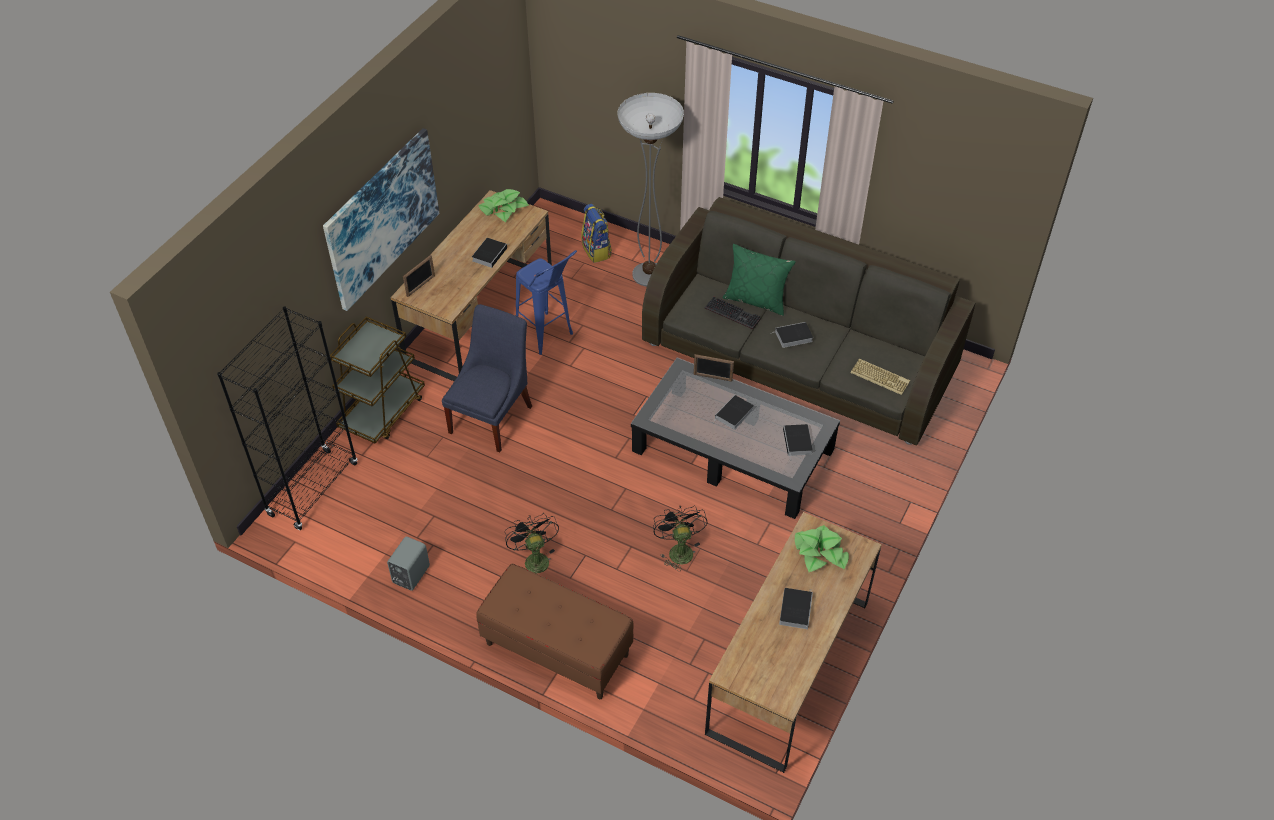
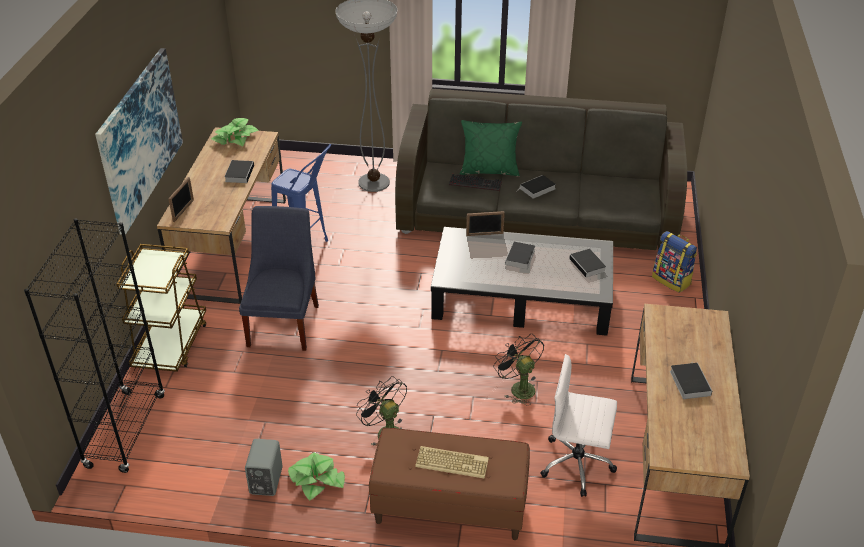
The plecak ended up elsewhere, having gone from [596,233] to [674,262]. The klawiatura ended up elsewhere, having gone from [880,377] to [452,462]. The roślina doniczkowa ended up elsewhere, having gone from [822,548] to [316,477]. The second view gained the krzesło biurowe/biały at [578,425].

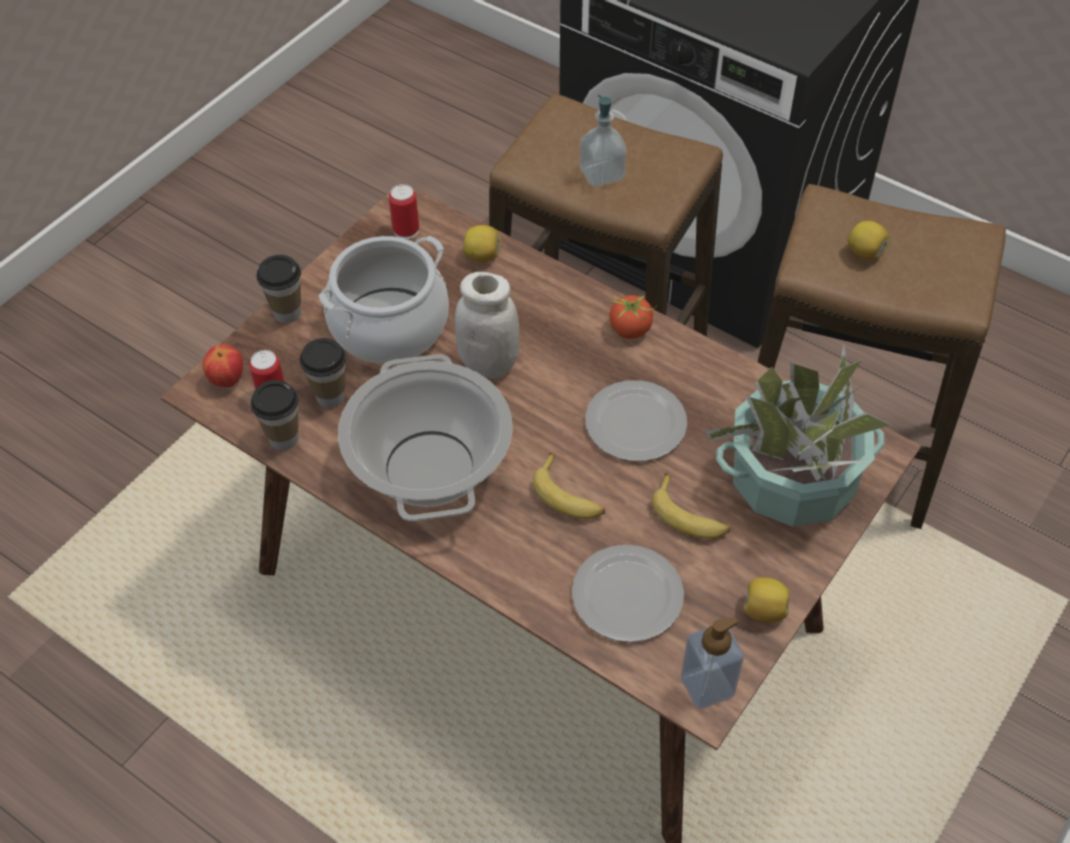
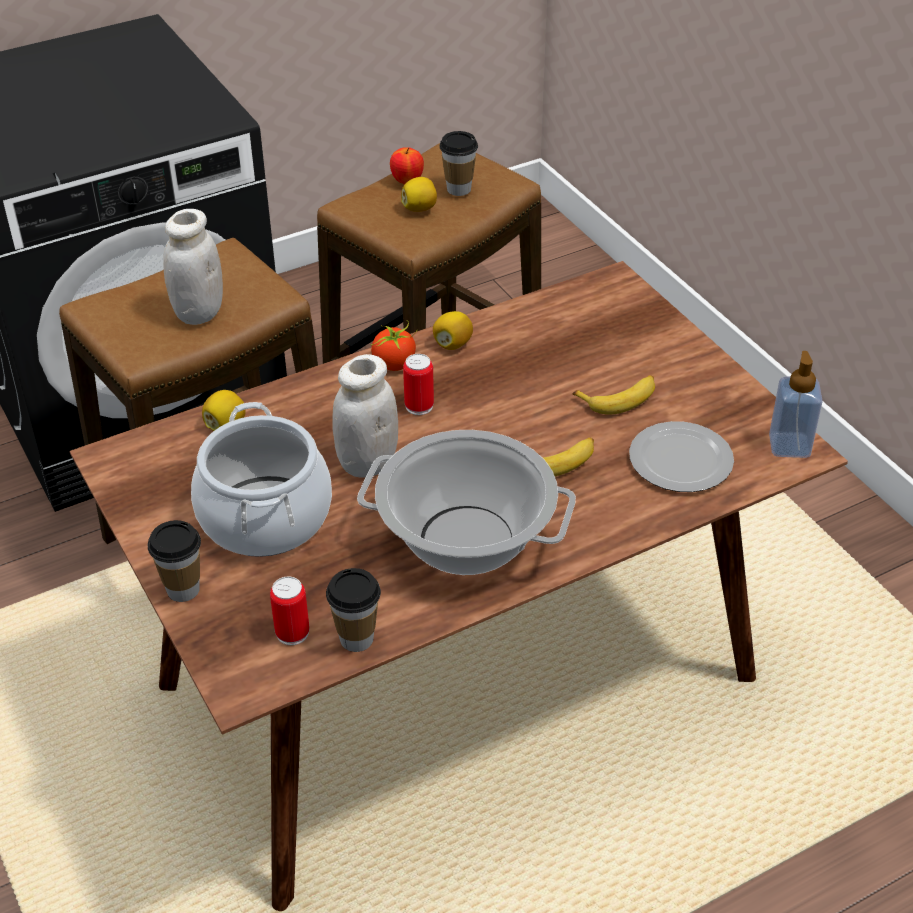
Where the dozownik mydła stood at [603,141], the słoik/biały came to stand at [193,267]. The puszka ended up elsewhere, having gone from [404,211] to [418,384]. The filiżanka ended up elsewhere, having gone from [323,373] to [458,163]. The jabłko ended up elsewhere, having gone from [223,365] to [407,166]. The second view lost the roślina doniczkowa at [798,435]. The second view lost the talerz at [636,420]. The cytryna ended up elsewhere, having gone from [766,599] to [453,330].

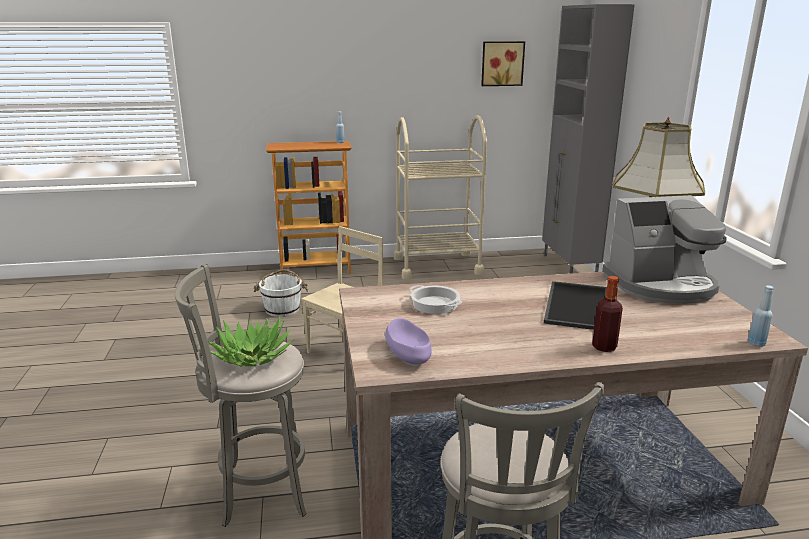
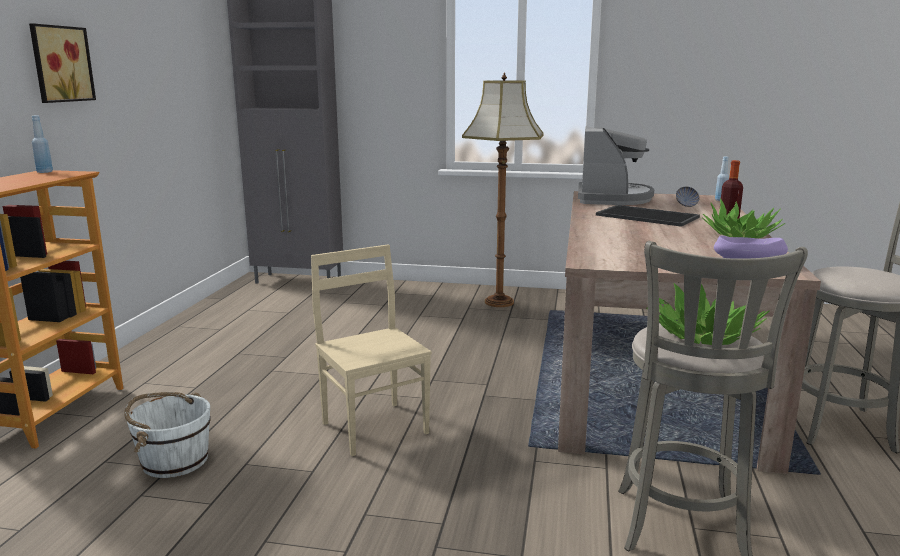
The obraz ended up elsewhere, having gone from [503,63] to [62,63]. The second view lost the wózek/beżowy at [440,198]. The second view lost the garnek at [436,299]. The second view gained the miska at [688,196]. The second view gained the roślina doniczkowa at [743,218].

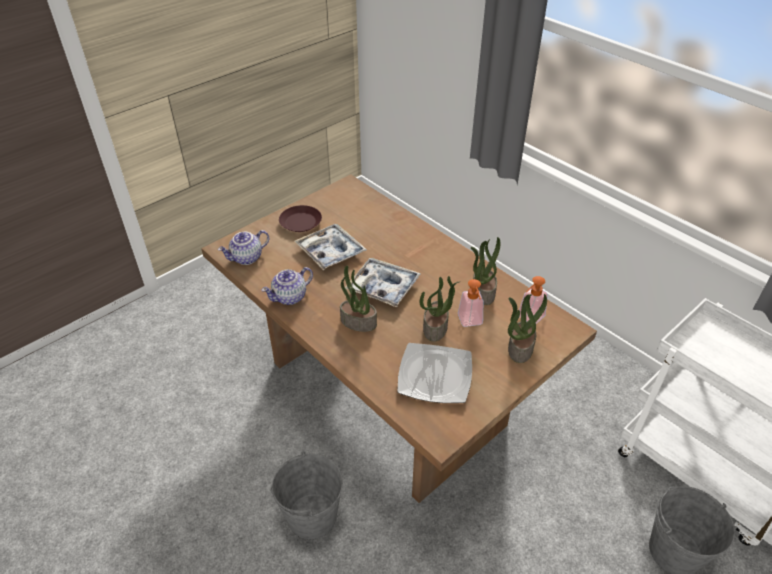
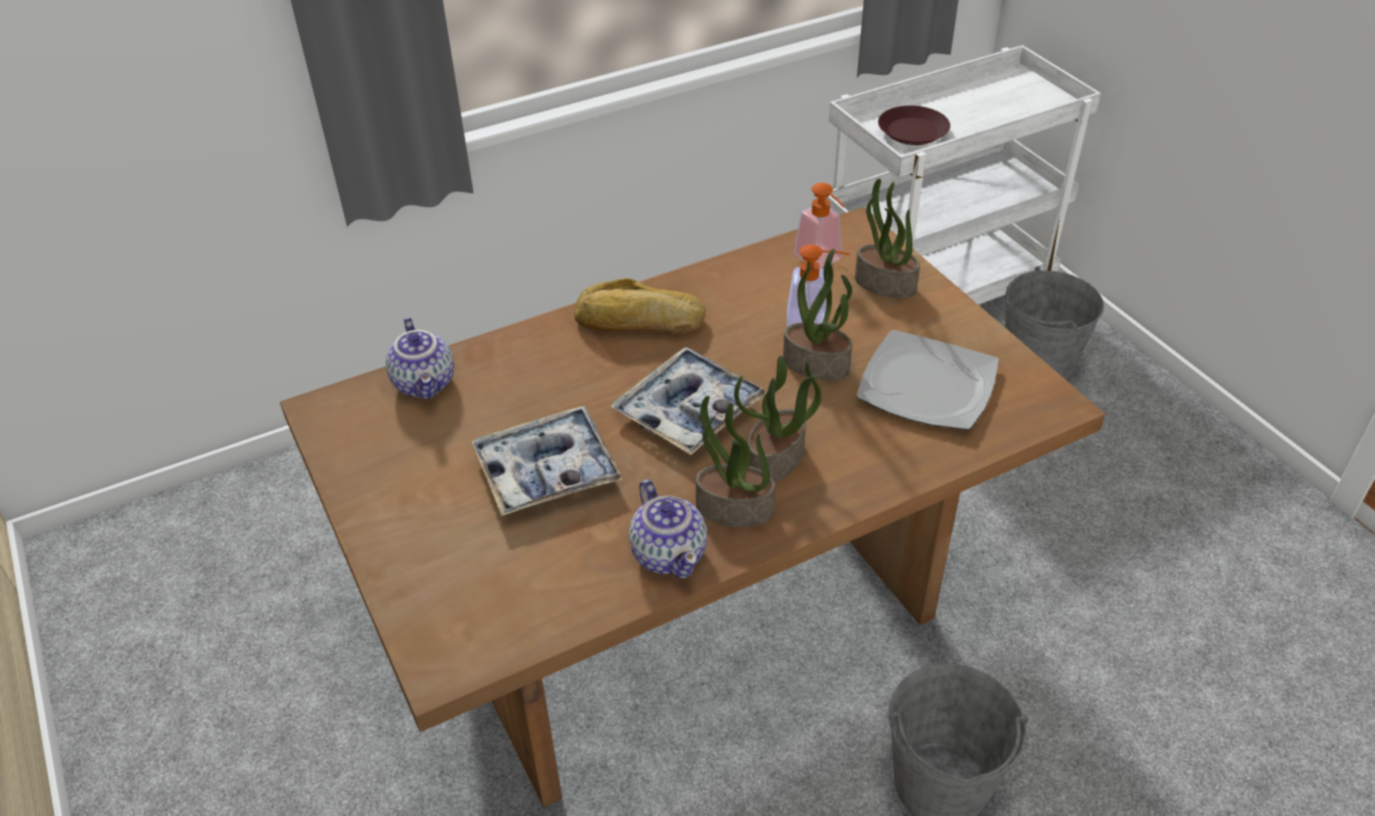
The talerz/brązowy ended up elsewhere, having gone from [300,218] to [914,125]. The imbryk ended up elsewhere, having gone from [243,247] to [420,358]. The roślina doniczkowa ended up elsewhere, having gone from [486,271] to [735,461]. The second view gained the chleb at [640,306].

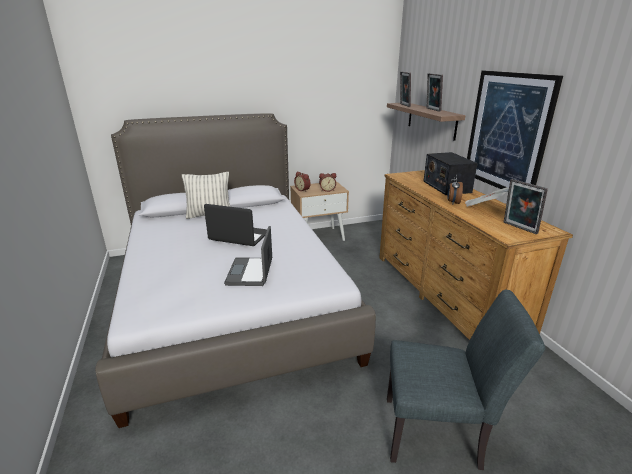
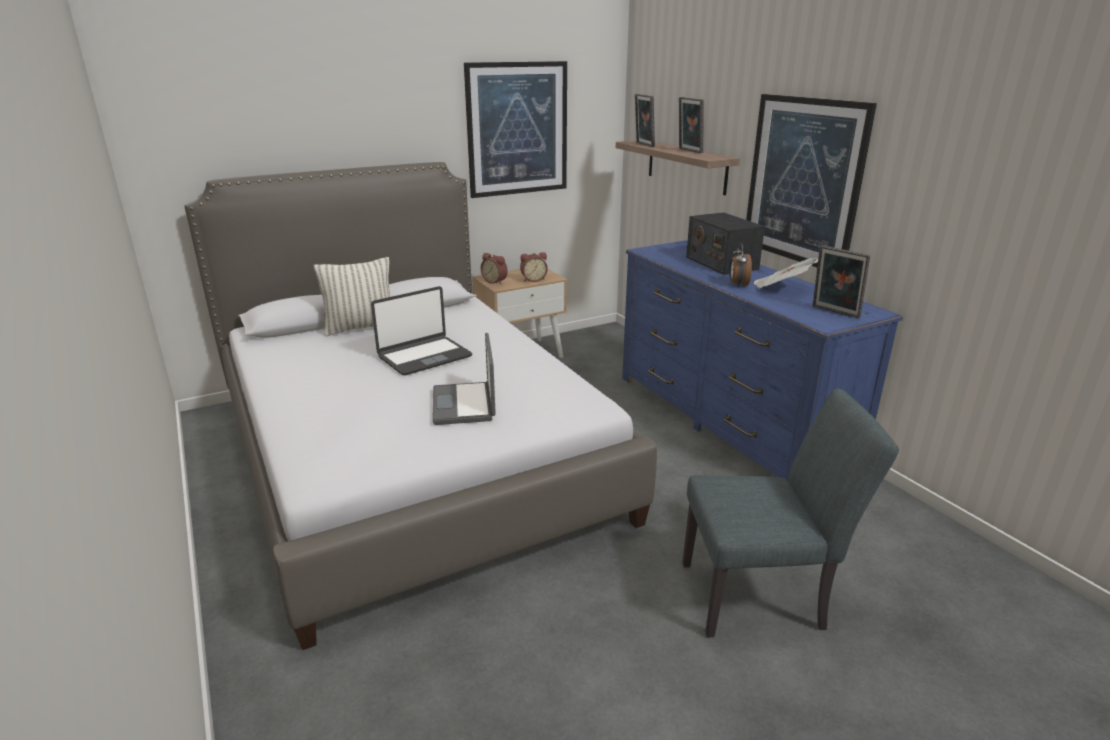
What was the komoda/brązowy at [476,255] turned into the komoda/niebieski at [762,360]. The laptop at [235,225] ended up facing another way, 135 degrees clockwise from before. The second view gained the obraz at [515,129].

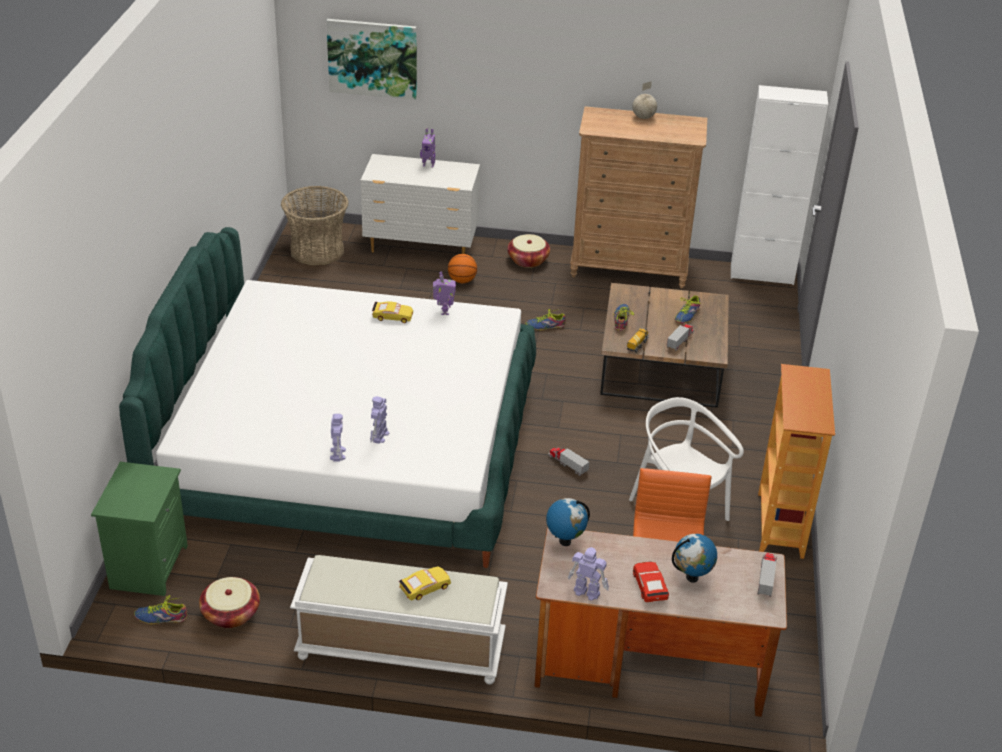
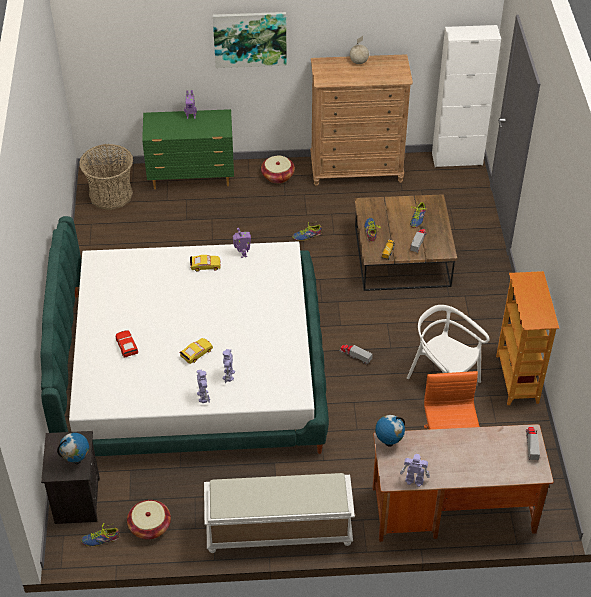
The obraz ended up elsewhere, having gone from [371,59] to [250,40]. What was the komoda/biały at [420,204] turned into the komoda/zielony at [188,149]. The second view lost the piłka do koszykówki at [462,268]. What was the szafka nocna/zielony at [139,529] turned into the szafka nocna/czarny at [70,477]. The globus ended up elsewhere, having gone from [694,558] to [73,448]. The samochodzik/czerwony ended up elsewhere, having gone from [651,582] to [127,344]. The samochodzik/żółty ended up elsewhere, having gone from [425,583] to [196,351].

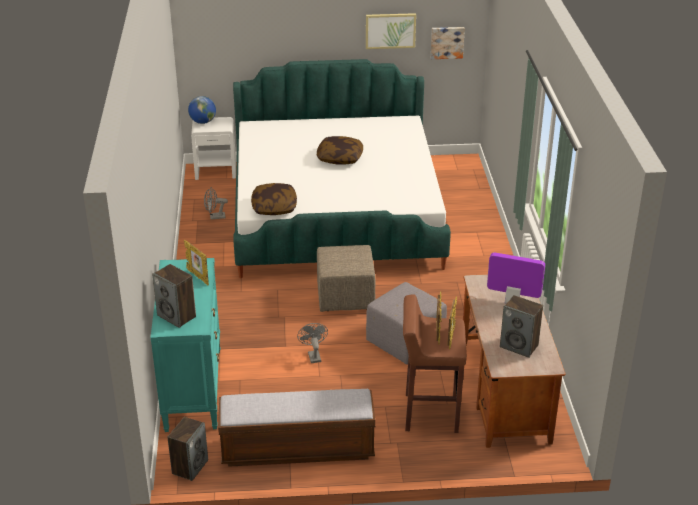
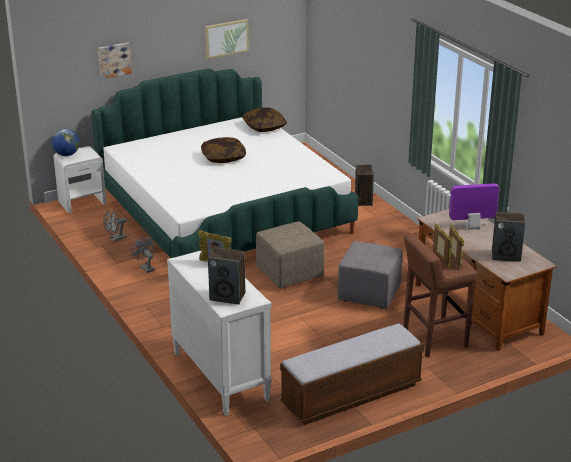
The obraz ended up elsewhere, having gone from [448,43] to [115,61]. The poduszka ended up elsewhere, having gone from [274,199] to [264,119]. What was the komoda/turkusowy at [185,345] turned into the komoda/biały at [219,333]. The wentylator/szary ended up elsewhere, having gone from [312,343] to [143,255]. The głośnik ended up elsewhere, having gone from [188,449] to [364,185].

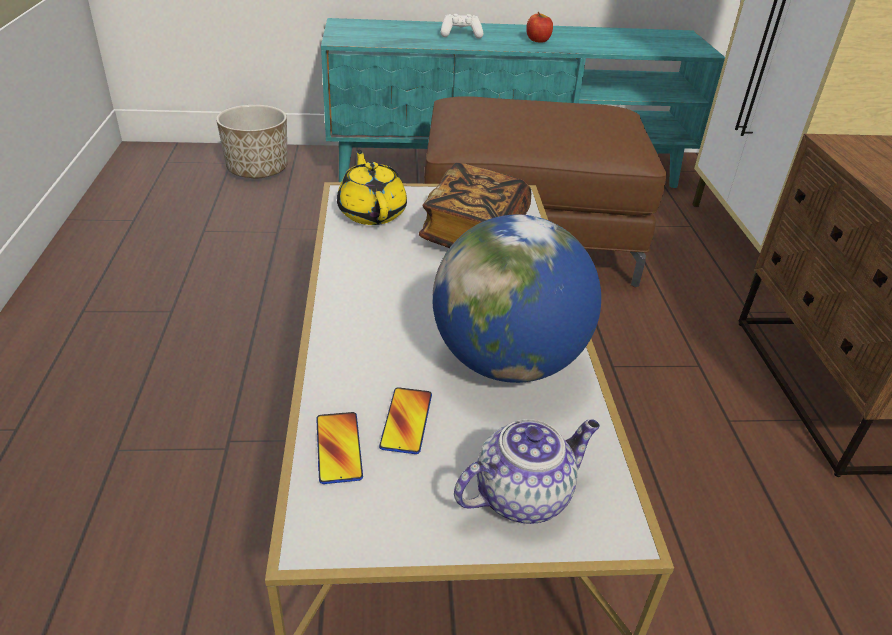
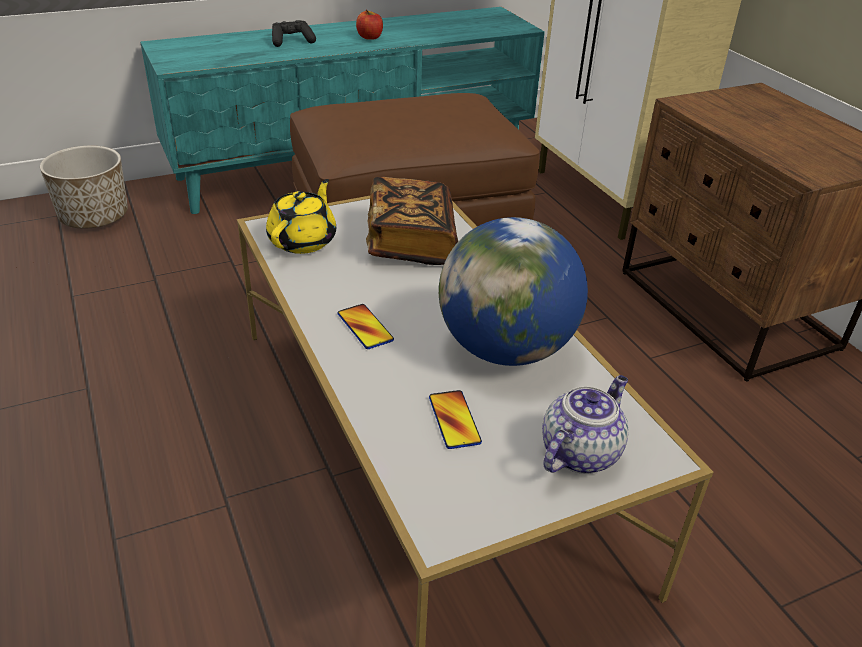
What was the pad do gier/biały at [461,26] turned into the pad do gier/czarny at [294,33]. The imbryk/żółty at [372,187] ended up facing another way, 60 degrees clockwise from before. The telefon ended up elsewhere, having gone from [339,448] to [366,326].

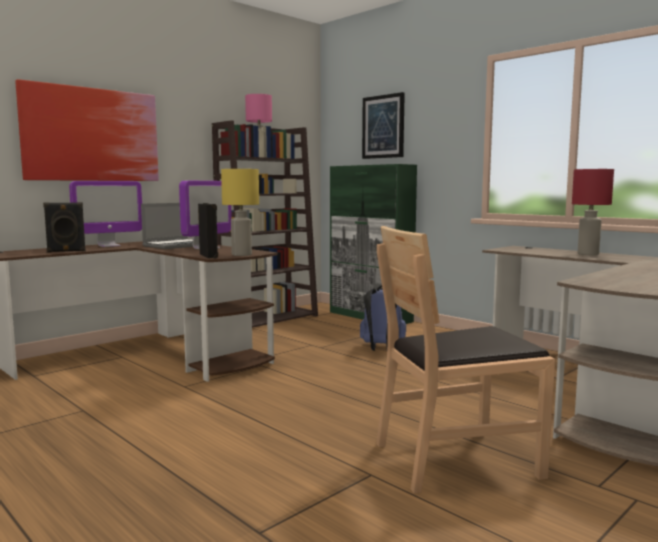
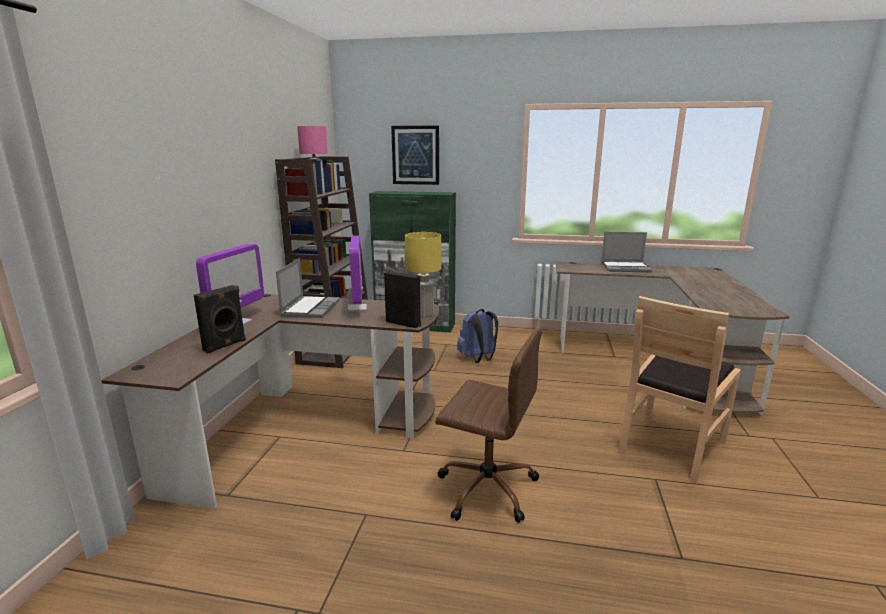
The second view lost the obraz at [87,130]. Where the lampa stołowa/czerwony stood at [593,212], the laptop came to stand at [626,252]. The second view gained the krzesło biurowe/brązowy at [488,426].

